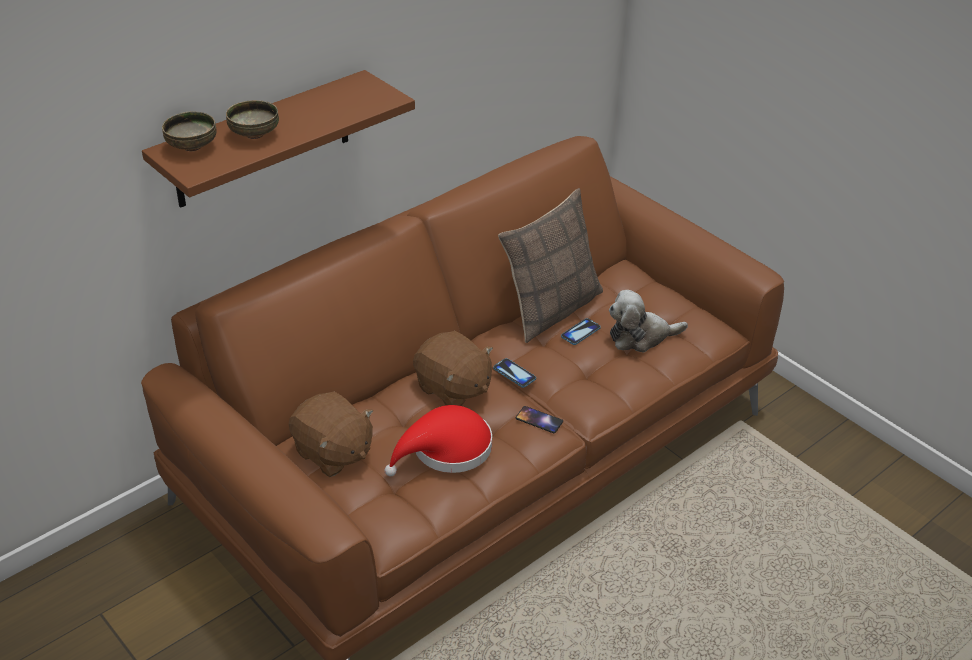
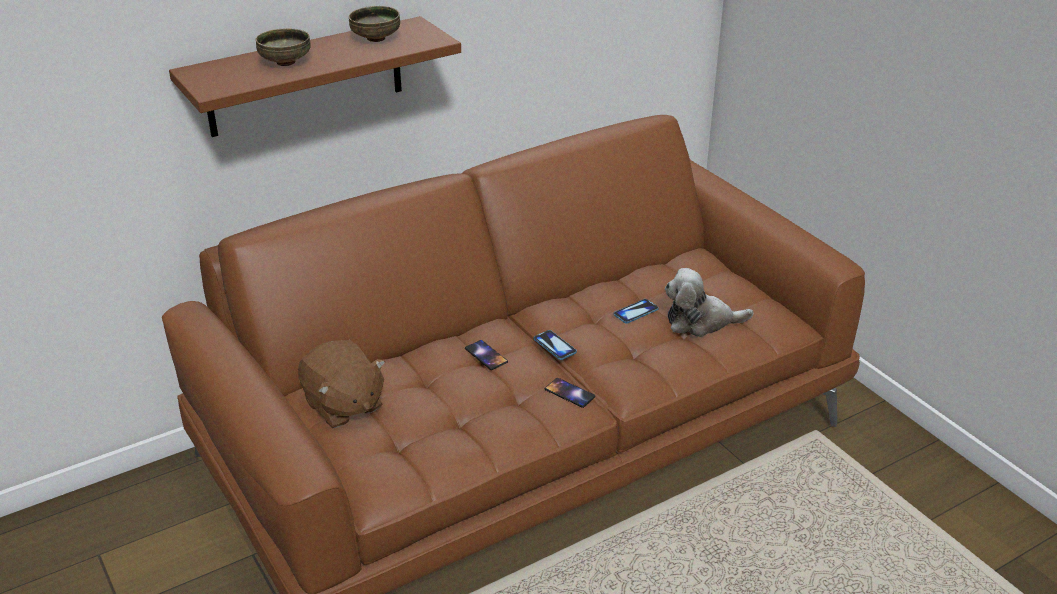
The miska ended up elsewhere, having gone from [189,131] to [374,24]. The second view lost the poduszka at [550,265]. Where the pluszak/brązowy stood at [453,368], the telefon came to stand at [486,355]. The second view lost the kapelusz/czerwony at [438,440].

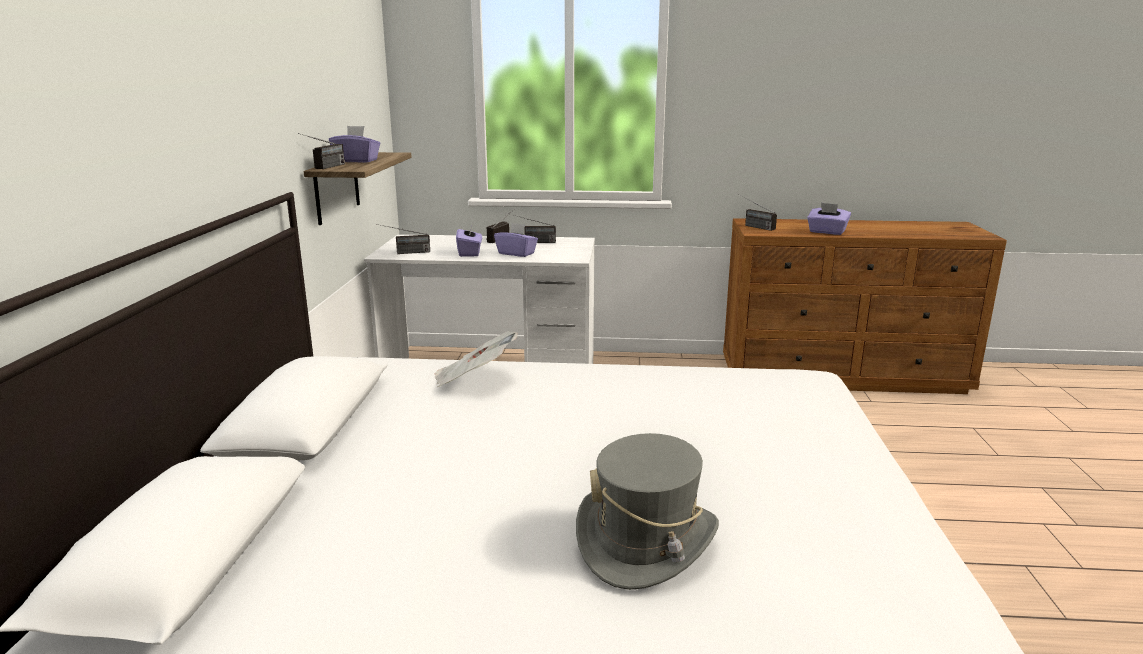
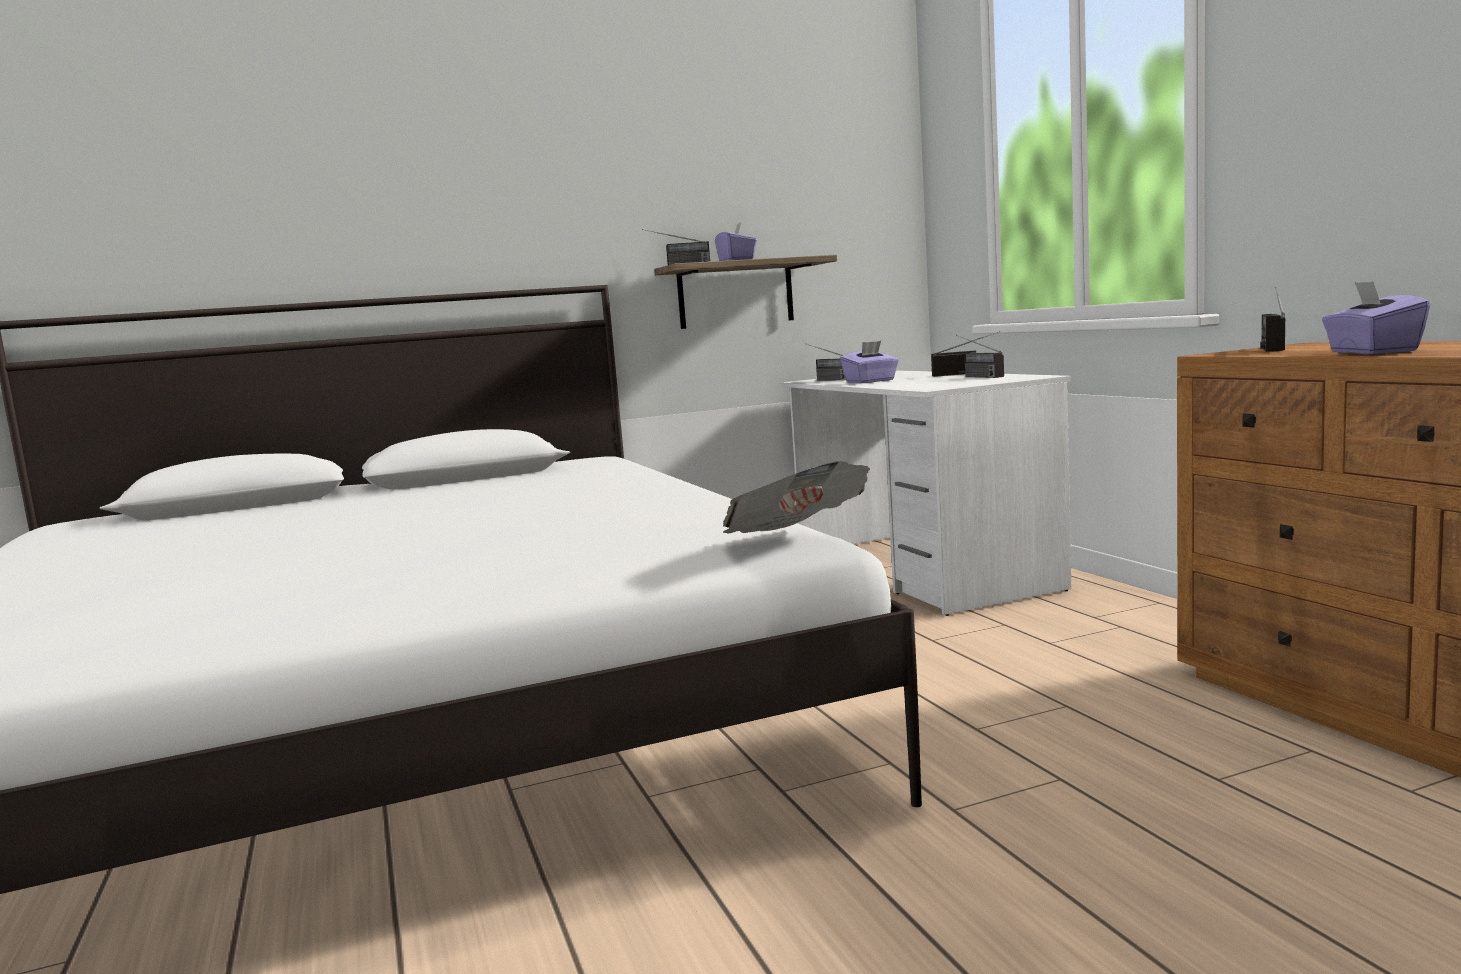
The second view lost the pudełko chusteczek/fioletowy at [516,240]. The gazeta ended up elsewhere, having gone from [476,359] to [796,497]. The second view lost the kapelusz/szary at [647,511].

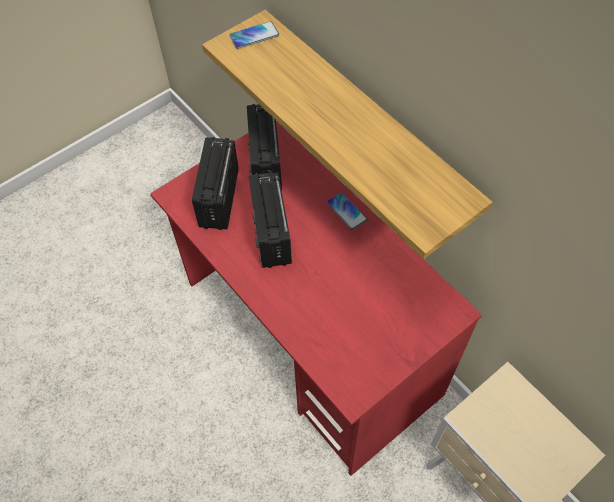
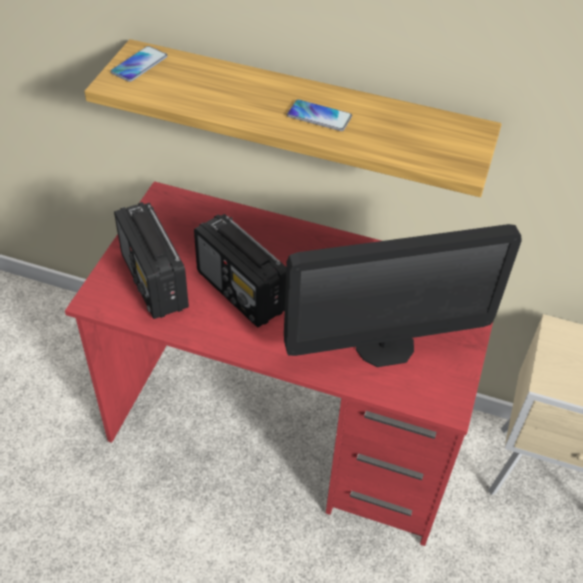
The second view lost the radio at [264,147]. The telefon ended up elsewhere, having gone from [346,211] to [319,115]. The second view gained the monitor at [403,295].

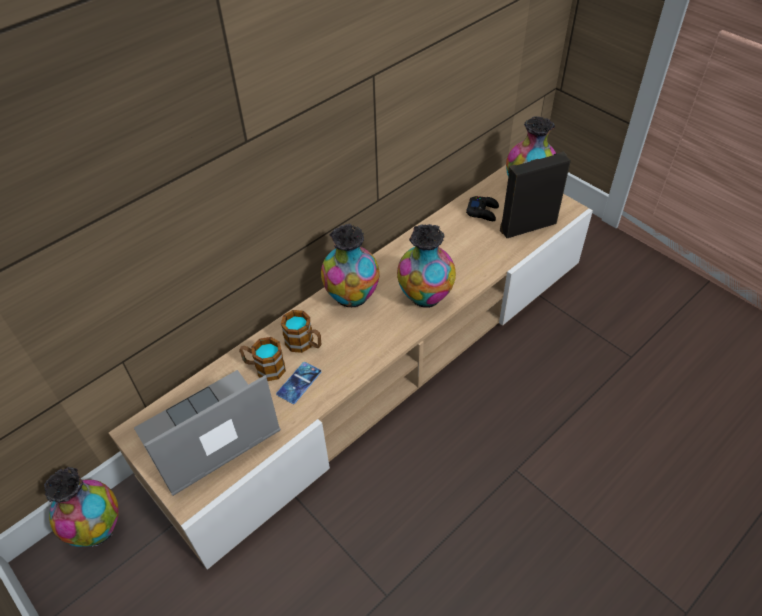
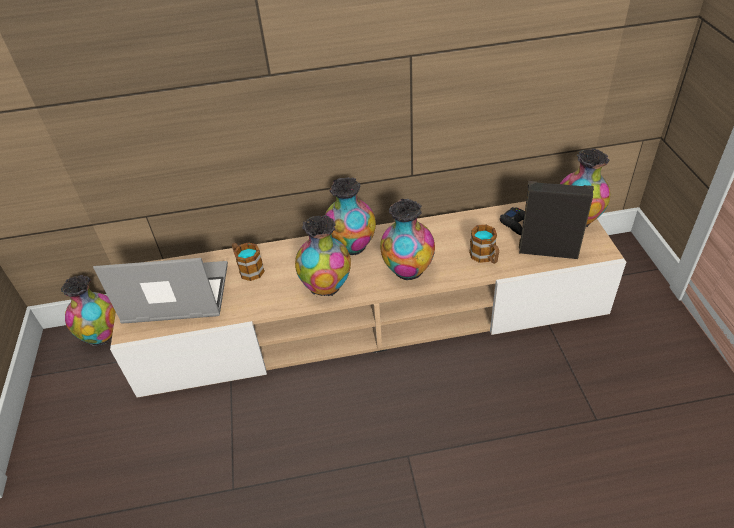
The kubek ended up elsewhere, having gone from [301,331] to [484,244]. The second view lost the telefon at [298,383]. The second view gained the wazon at [323,255].

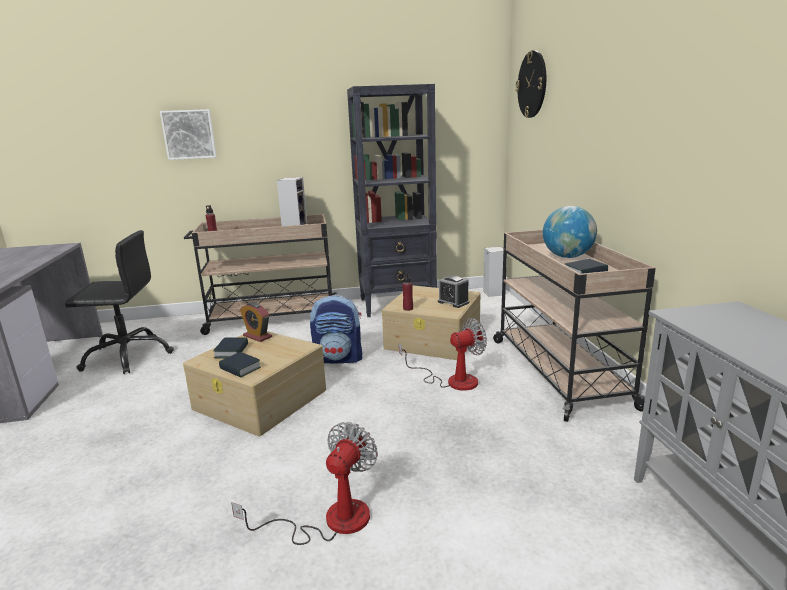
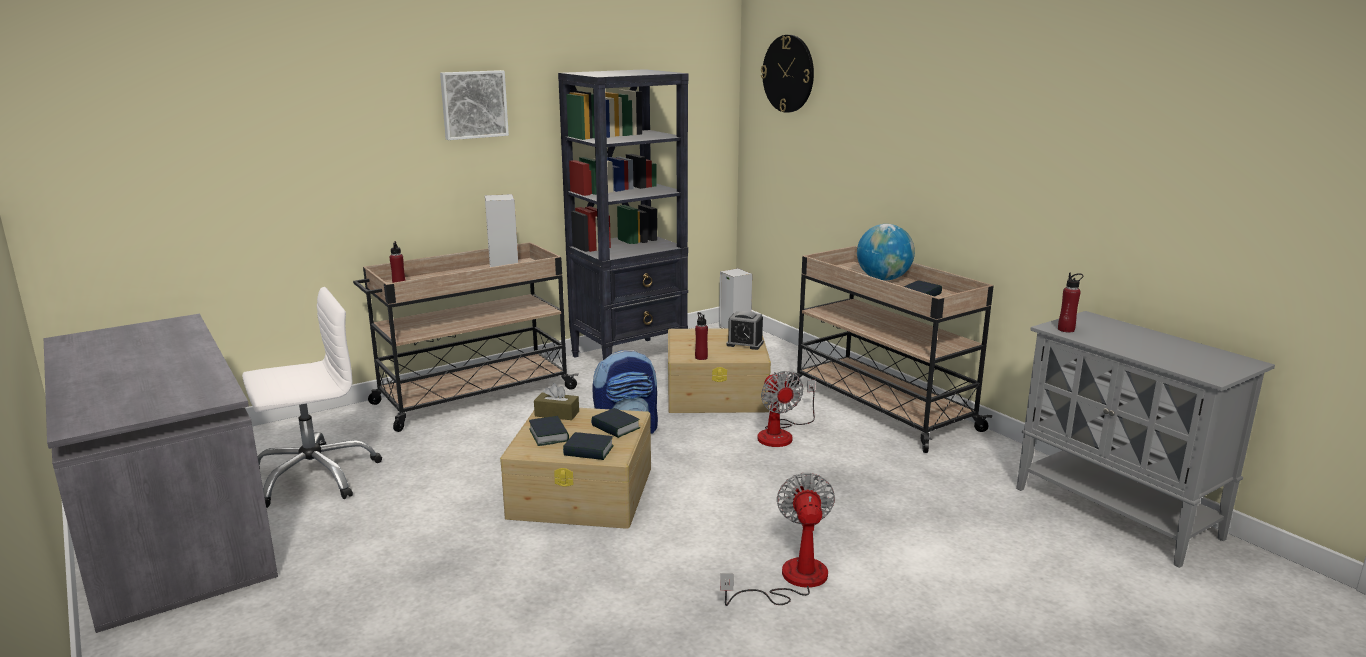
The obraz ended up elsewhere, having gone from [188,134] to [474,105]. What was the krzesło biurowe/czarny at [119,302] turned into the krzesło biurowe/biały at [312,397]. Where the budzik stood at [256,322], the pudełko chusteczek/brązowy came to stand at [556,401]. The wentylator at [443,354] ended up facing another way, 120 degrees clockwise from before. The second view gained the butelka/czerwony at [1070,303]. The second view gained the książka at [615,423].

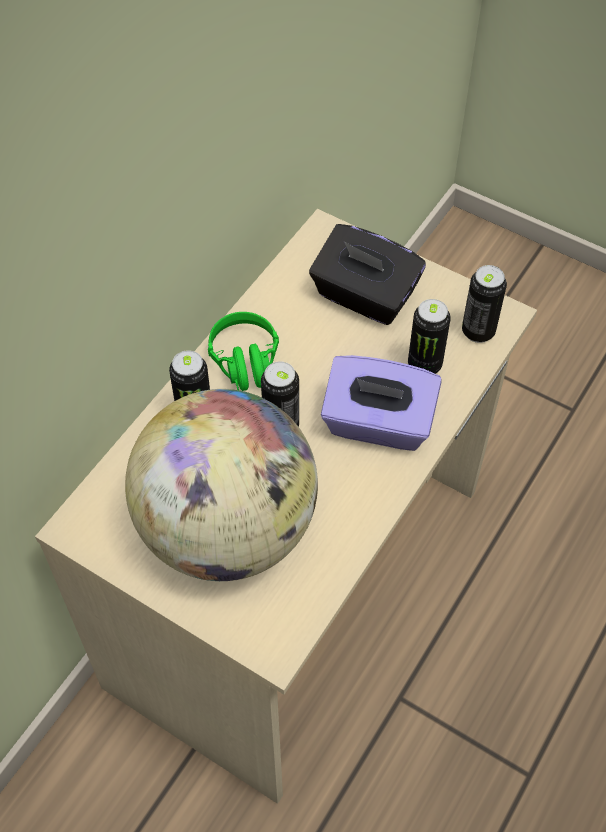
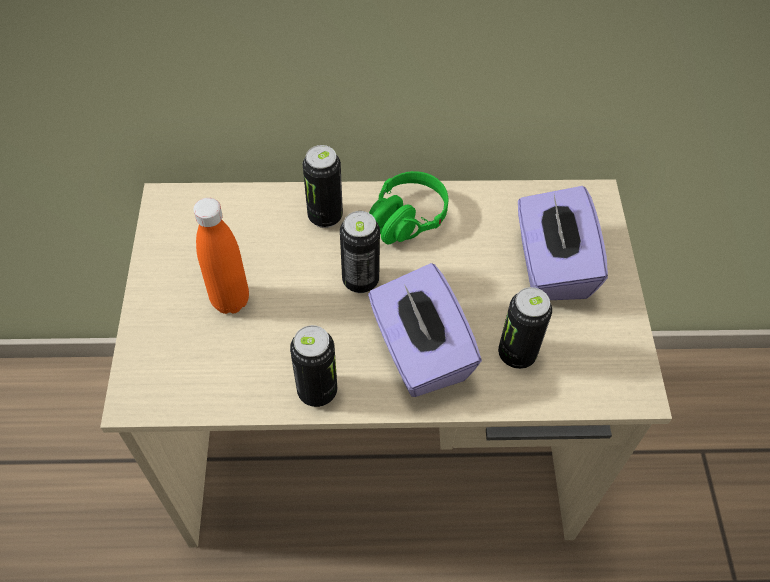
What was the pudełko chusteczek/czarny at [367,274] turned into the pudełko chusteczek/fioletowy at [563,243]. The puszka ended up elsewhere, having gone from [484,304] to [313,366]. Where the globus stood at [221,485], the butelka/pomarańczowy came to stand at [221,256].

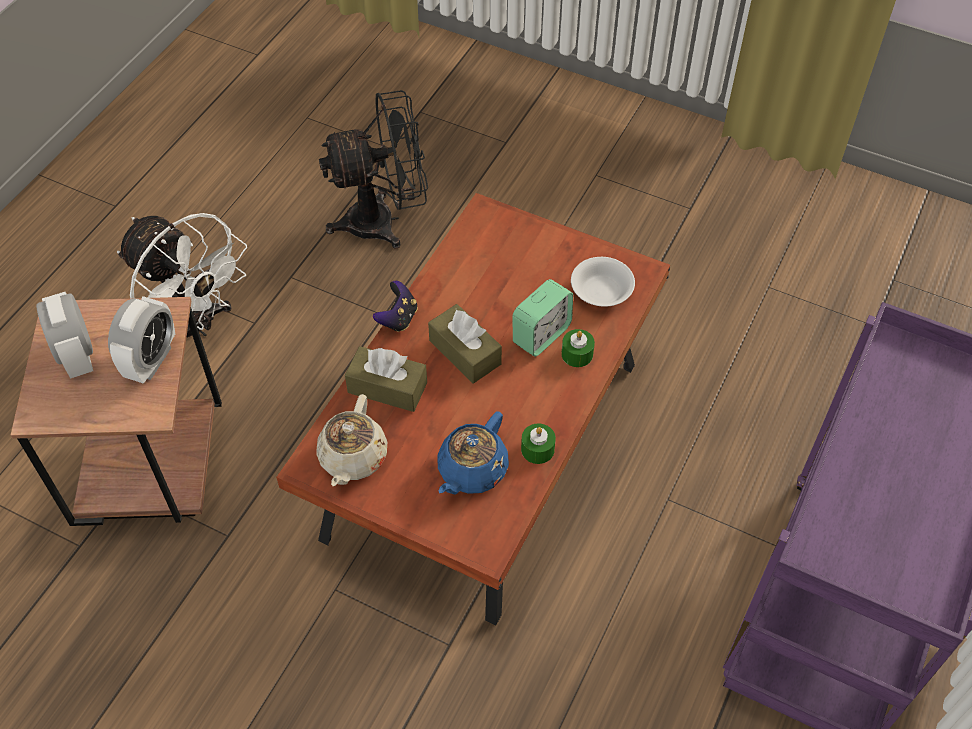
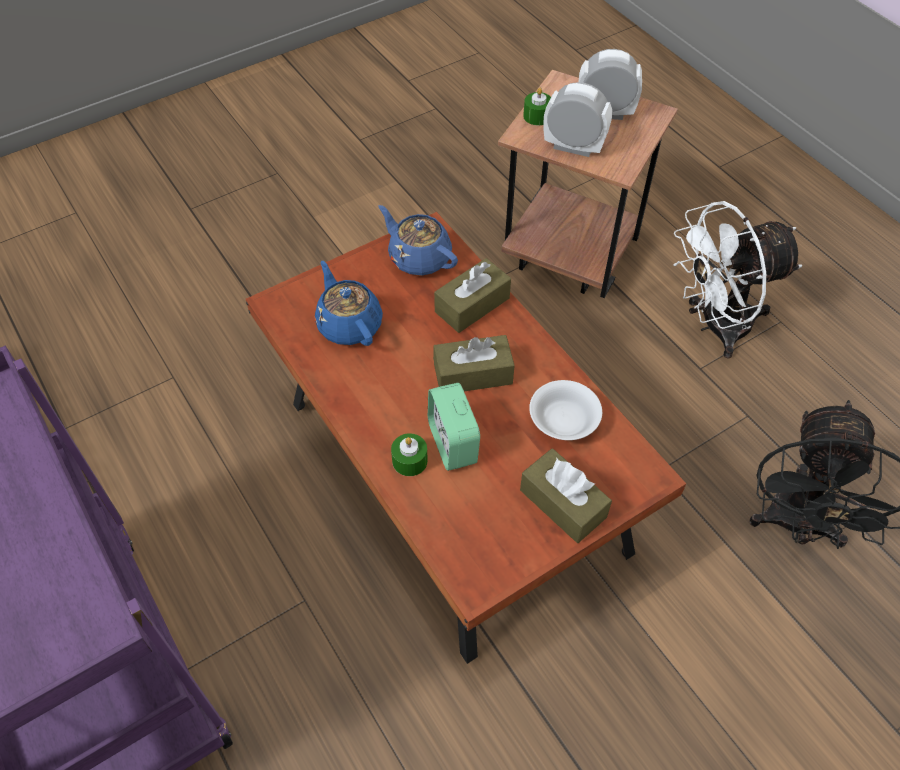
The miska/biały ended up elsewhere, having gone from [603,282] to [565,410]. The second view lost the pad do gier at [395,306]. The budzik at [141,340] ended up facing another way, 150 degrees clockwise from before. What was the imbryk/beżowy at [351,440] turned into the imbryk/niebieski at [418,240]. The świeca/zielony ended up elsewhere, having gone from [538,443] to [537,106]. The second view gained the pudełko chusteczek/brązowy at [566,495].

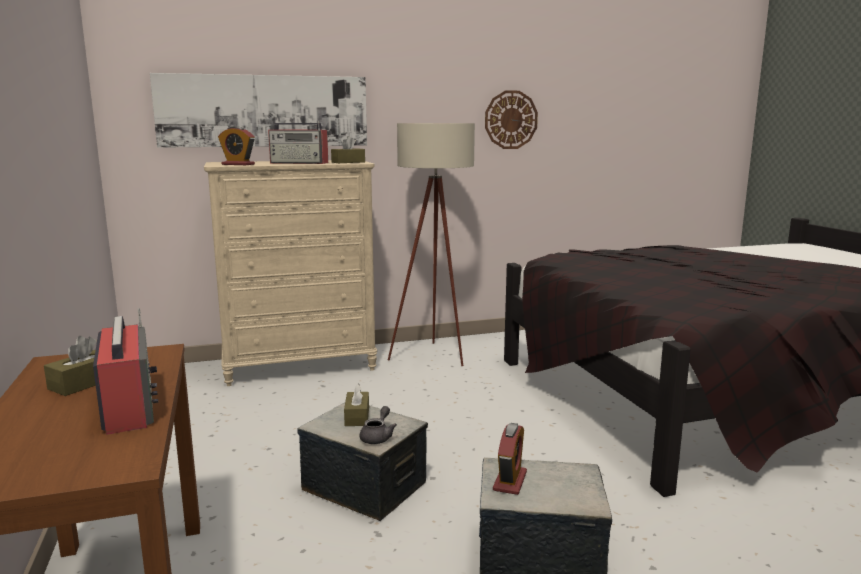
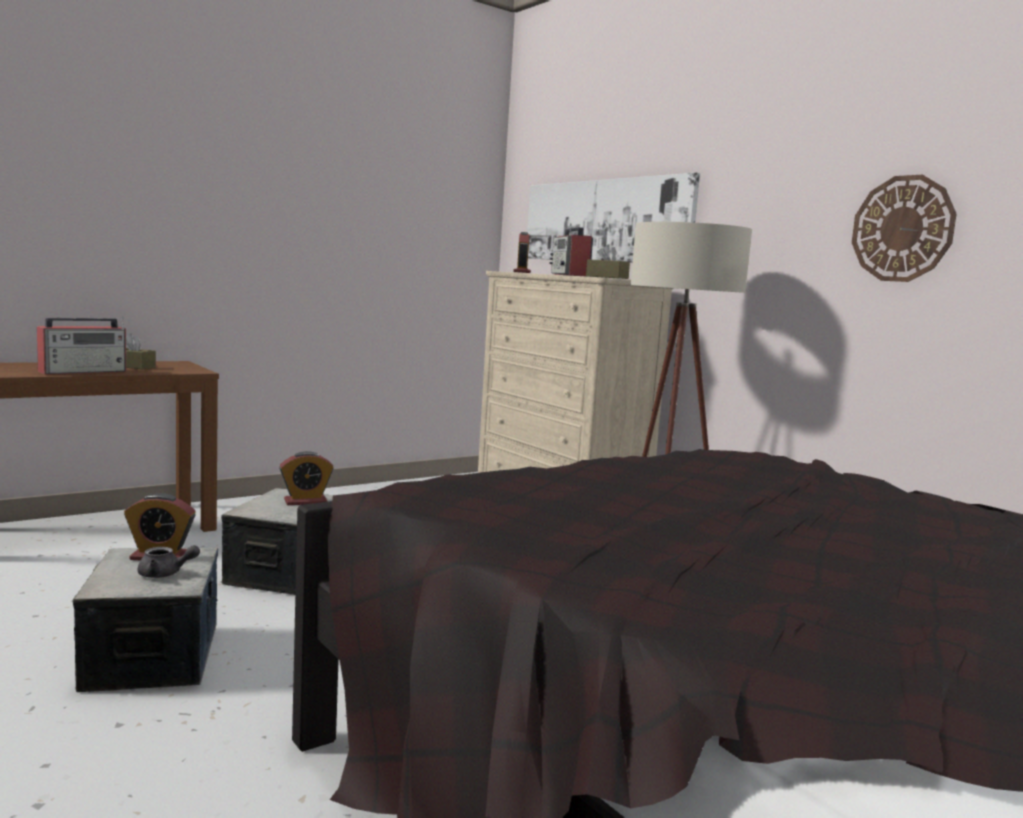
Where the pudełko chusteczek/brązowy stood at [356,404], the budzik came to stand at [306,478]. The imbryk/szary ended up elsewhere, having gone from [378,425] to [169,561].

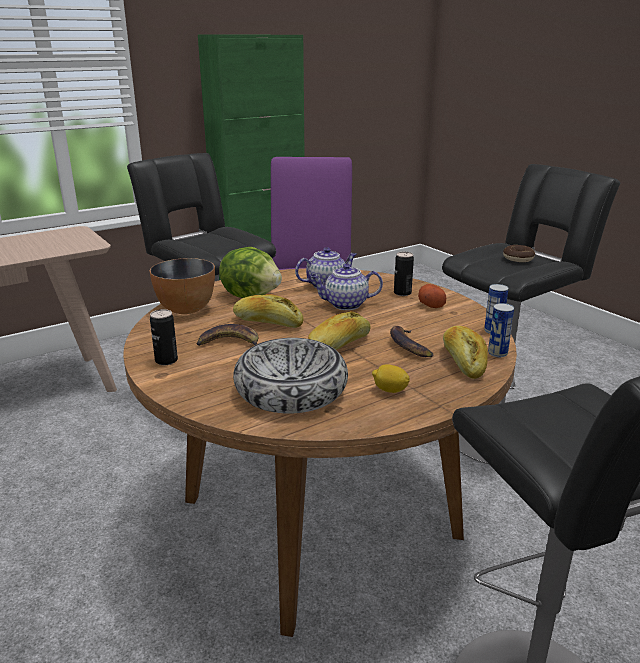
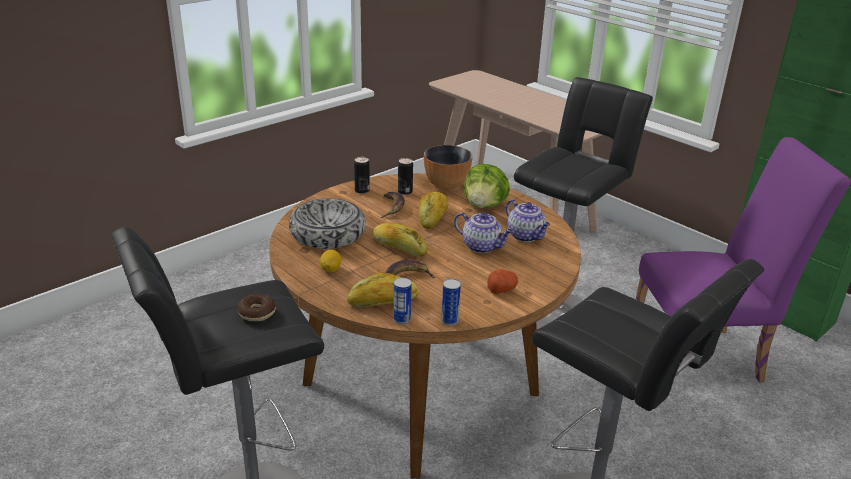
The donut ended up elsewhere, having gone from [519,253] to [256,307]. The puszka ended up elsewhere, having gone from [404,274] to [405,176]. The imbryk at [346,287] ended up facing another way, 135 degrees clockwise from before.

